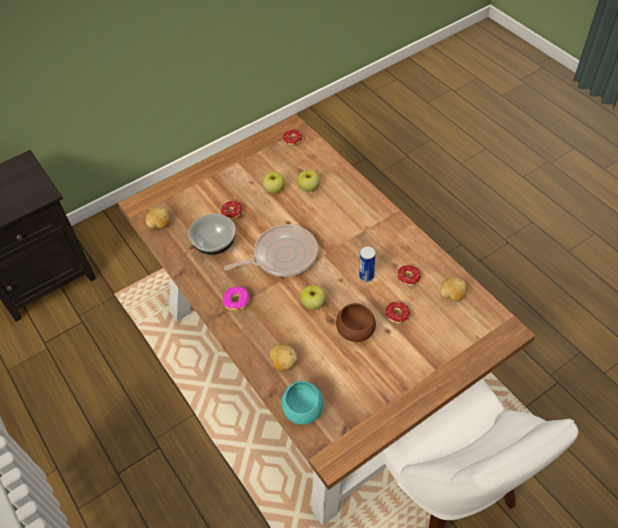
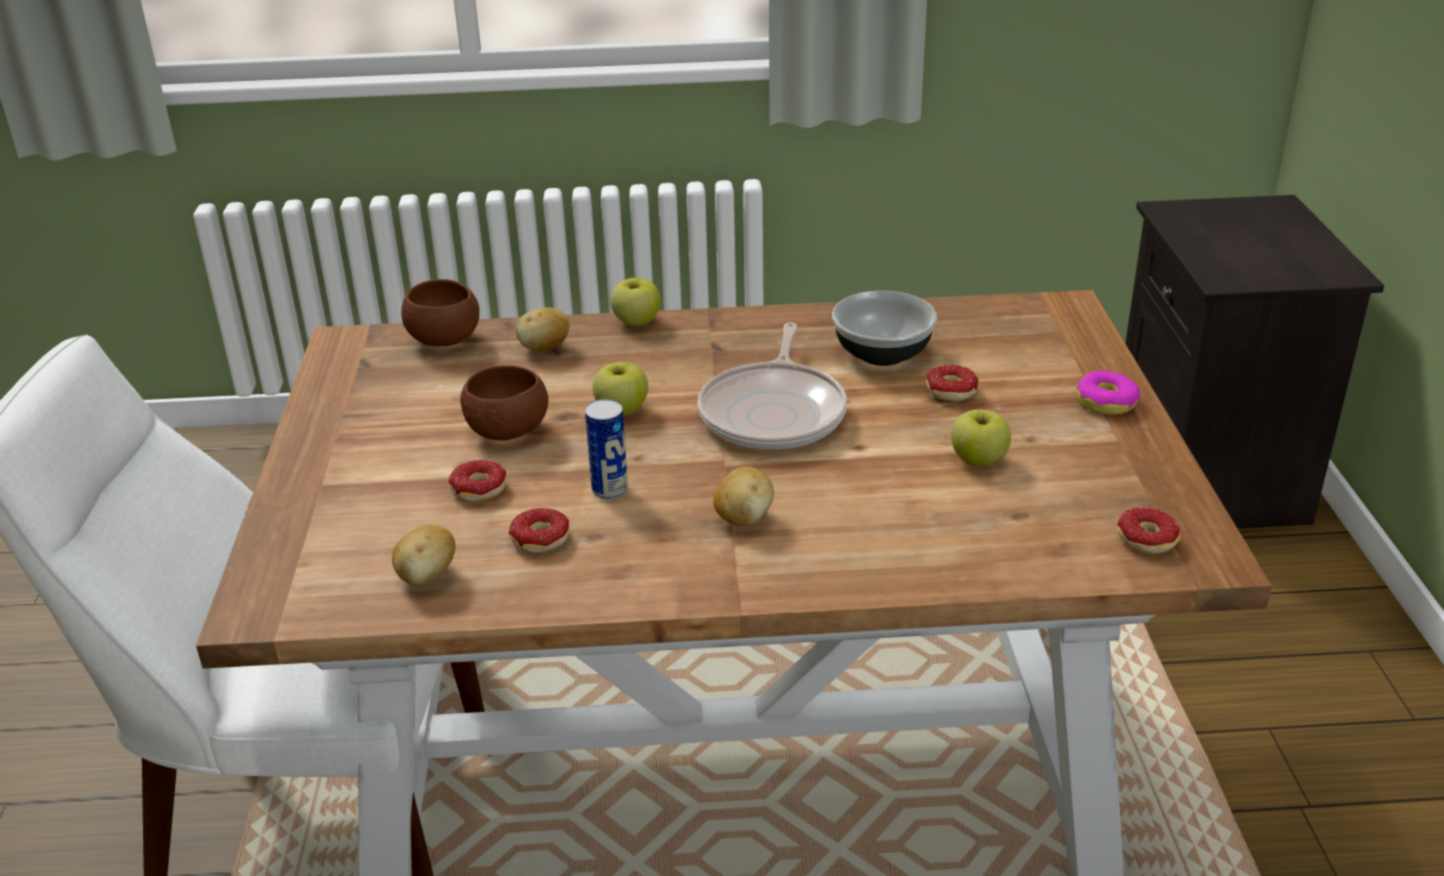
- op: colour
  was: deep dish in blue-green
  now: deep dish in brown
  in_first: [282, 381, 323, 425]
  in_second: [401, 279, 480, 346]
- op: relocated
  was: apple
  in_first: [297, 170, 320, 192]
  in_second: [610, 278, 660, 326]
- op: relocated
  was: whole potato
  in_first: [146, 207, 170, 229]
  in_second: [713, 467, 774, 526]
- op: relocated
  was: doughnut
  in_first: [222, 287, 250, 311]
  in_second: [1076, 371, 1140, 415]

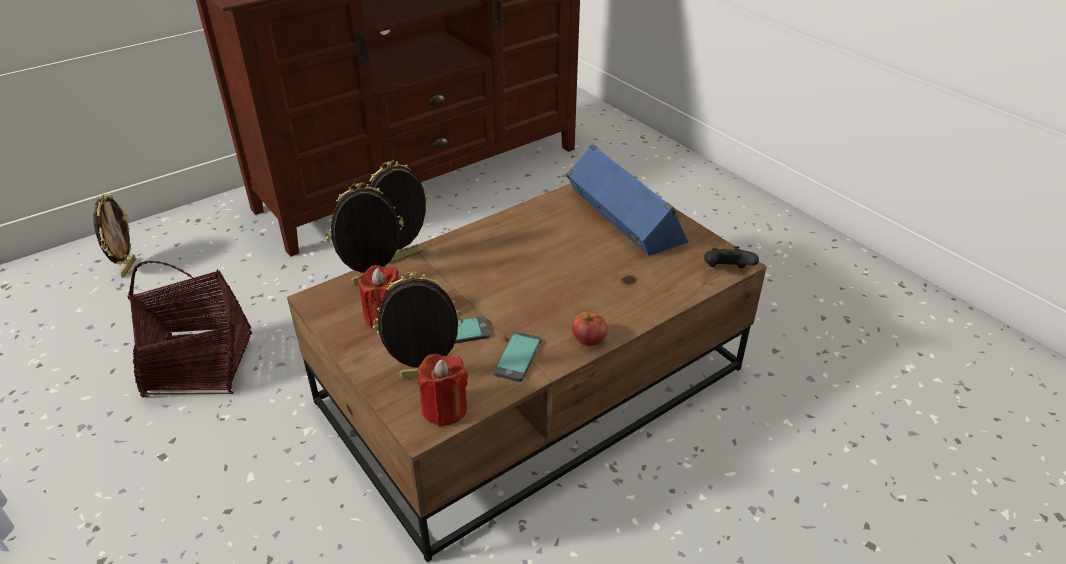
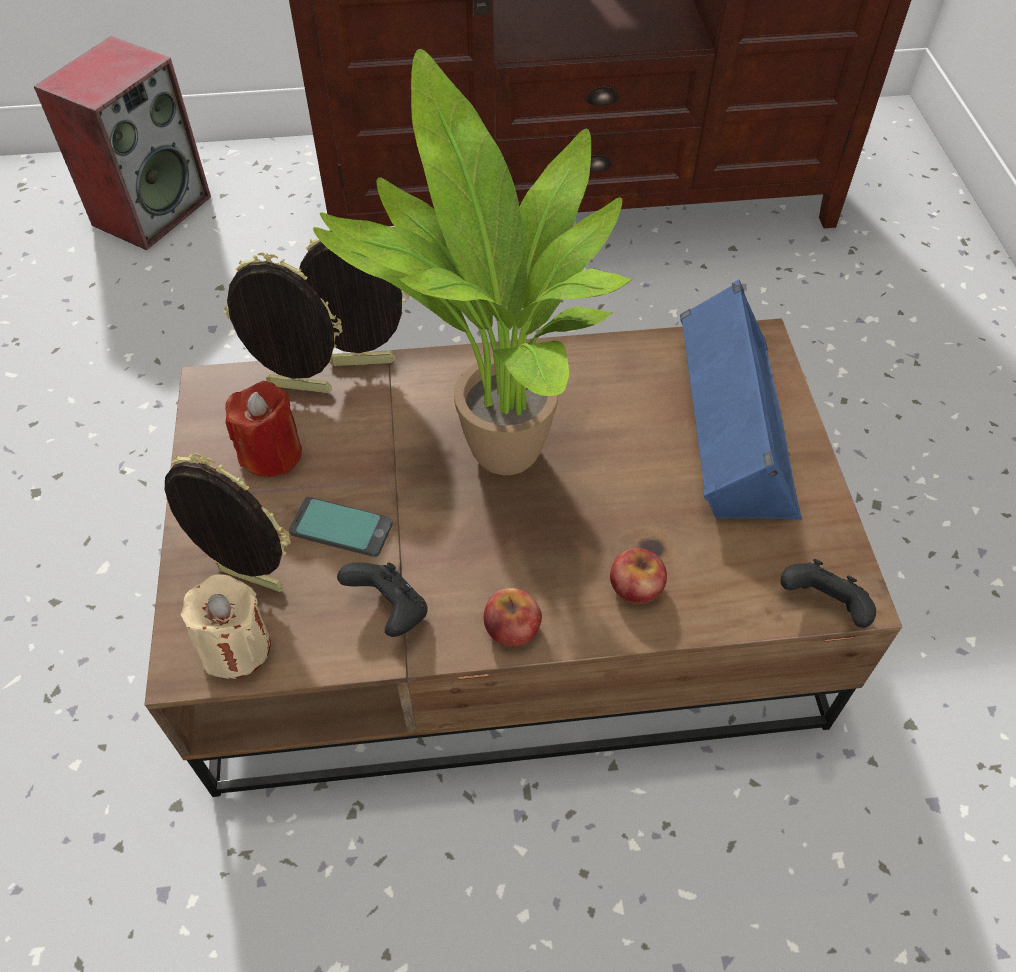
- op: exchanged
  was: photo frame
  now: loudspeaker
  in_first: [93, 194, 136, 278]
  in_second: [34, 36, 211, 250]
- op: colour
  was: wax candle in red
  now: wax candle in beige-coloured
  in_first: [417, 354, 468, 427]
  in_second: [180, 574, 271, 679]
- op: appeared
  now: plant in a pot
  in_second: [313, 49, 634, 475]
- op: exchanged
  was: phone
  now: joypad in black-coloured
  in_first: [493, 331, 541, 382]
  in_second: [337, 562, 428, 637]
- op: appeared
  now: apple
  in_second: [610, 548, 667, 604]
- op: missing
  was: basket
  in_first: [127, 261, 252, 398]

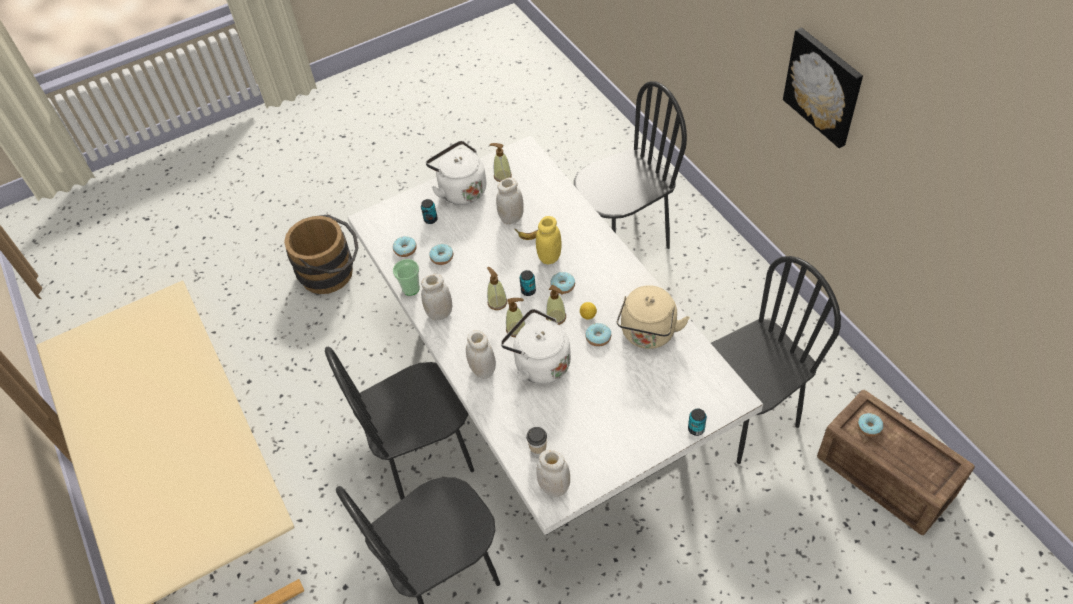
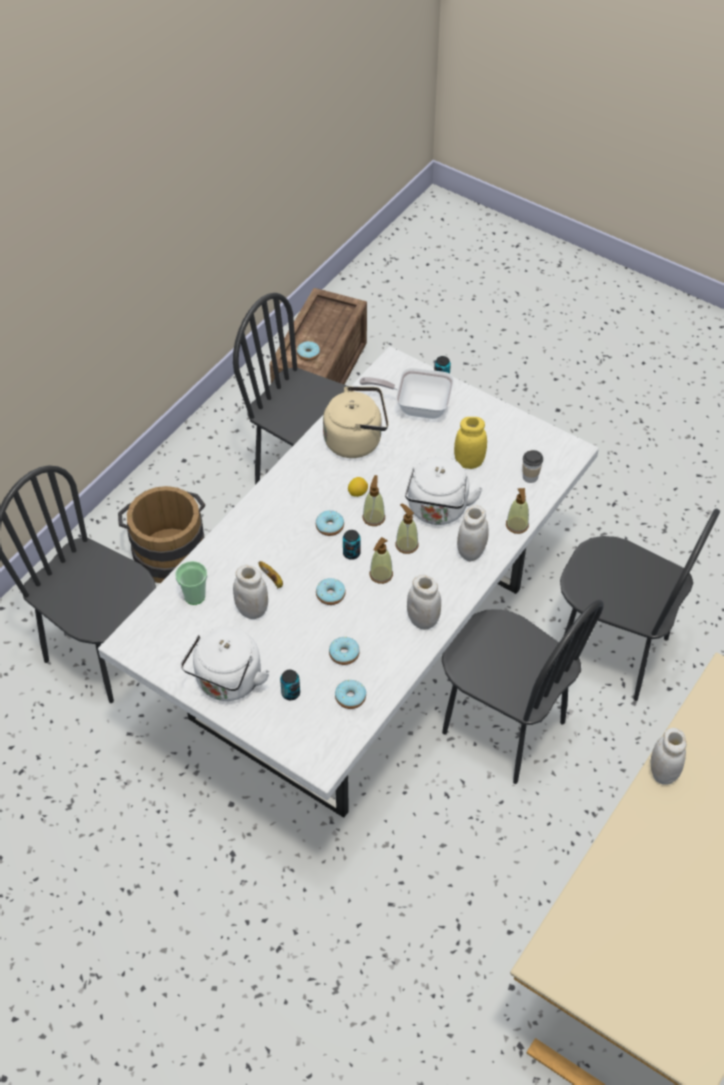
- op: relocated
  was: water bucket in brown
  in_first: [284, 214, 358, 294]
  in_second: [118, 486, 205, 583]
- op: relocated
  was: small cup
  in_first: [393, 259, 420, 296]
  in_second: [175, 561, 207, 605]
- op: relocated
  was: doughnut
  in_first: [585, 323, 611, 347]
  in_second: [316, 578, 346, 605]
- op: appeared
  now: skillet
  in_second: [359, 368, 454, 419]
- op: relocated
  was: preserve jar in yellow-coloured
  in_first: [536, 216, 562, 264]
  in_second: [454, 417, 487, 469]
- op: relocated
  was: liquid soap bottle
  in_first: [490, 143, 512, 182]
  in_second: [506, 488, 529, 534]
- op: relocated
  was: preserve jar in white
  in_first: [536, 449, 570, 497]
  in_second: [650, 728, 686, 785]
- op: missing
  was: wall picture
  in_first: [783, 27, 863, 148]

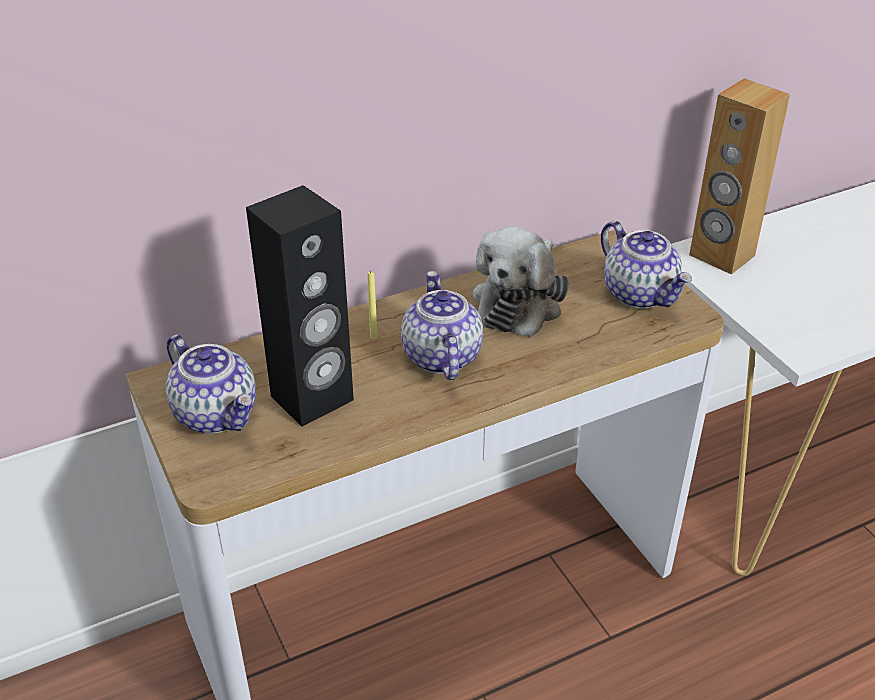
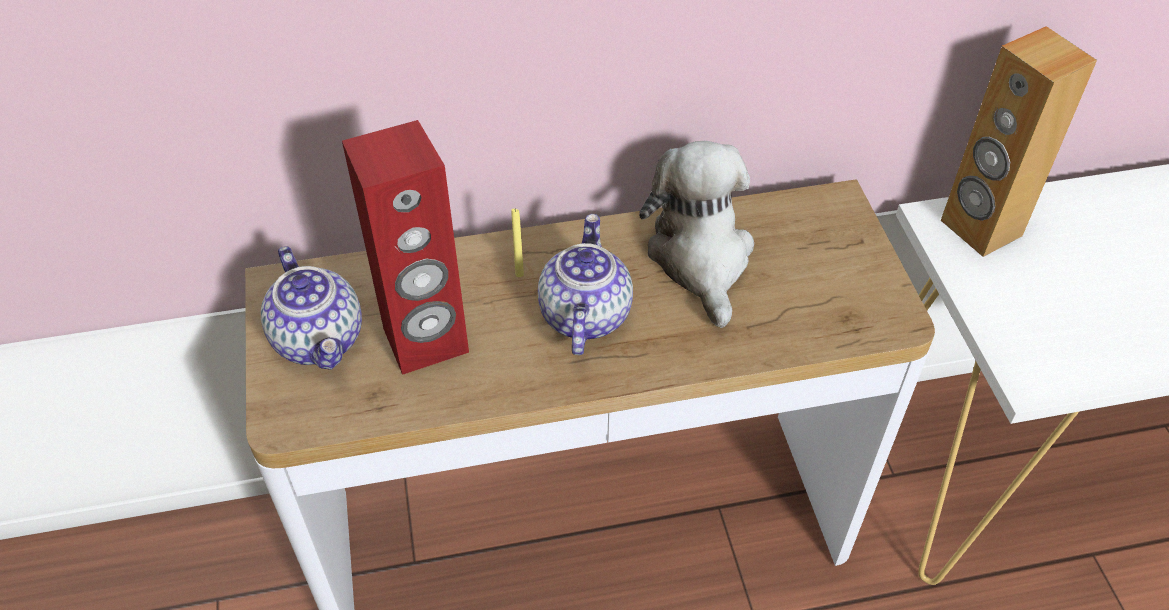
- op: colour
  was: loudspeaker in black-coloured
  now: loudspeaker in red
  in_first: [246, 185, 354, 427]
  in_second: [342, 120, 469, 375]
- op: spun
  was: cuddly toy
  in_first: [473, 227, 569, 337]
  in_second: [639, 141, 754, 328]
  clockwise: 135
- op: missing
  was: teapot
  in_first: [601, 221, 692, 309]

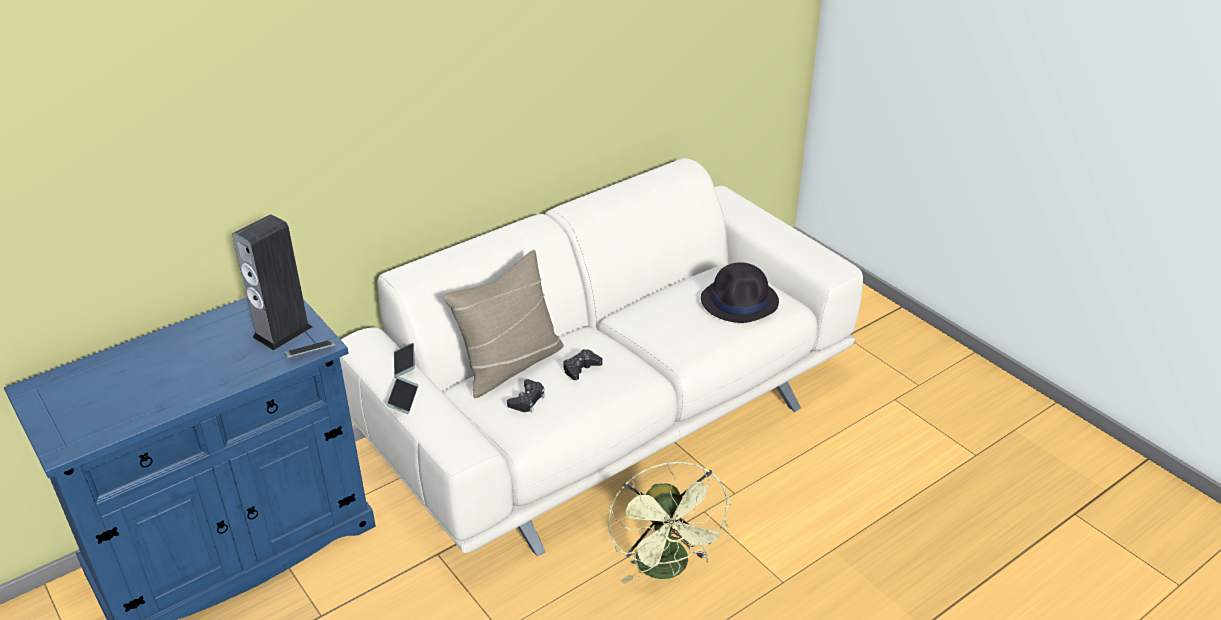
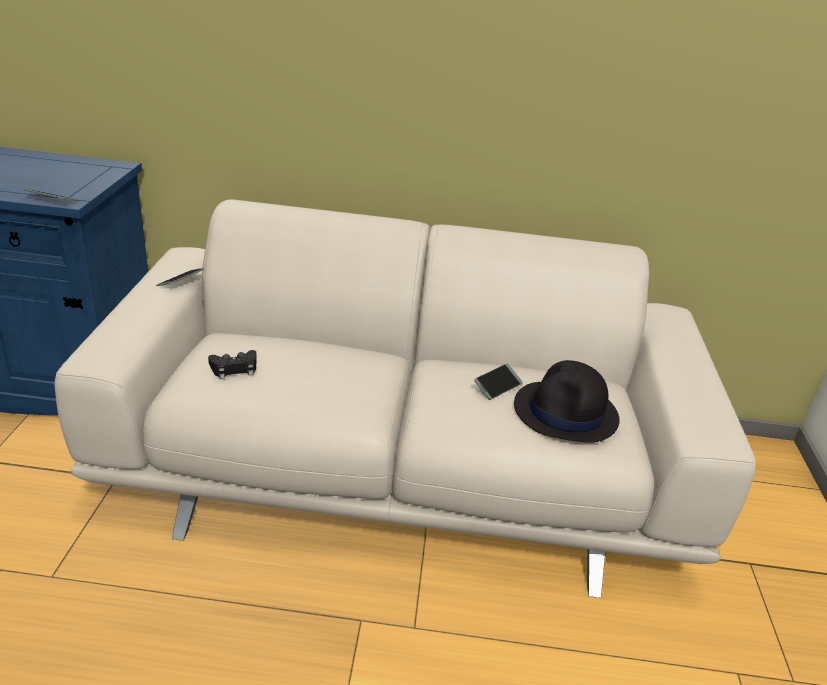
- op: relocated
  was: phone
  in_first: [387, 376, 418, 414]
  in_second: [474, 364, 523, 400]
- op: missing
  was: loudspeaker
  in_first: [232, 214, 312, 351]
- op: missing
  was: cushion in beige-coloured
  in_first: [444, 250, 564, 398]
- op: missing
  was: joypad in black-coloured
  in_first: [563, 349, 603, 380]
- op: missing
  was: fan in greenish
  in_first: [608, 462, 731, 584]

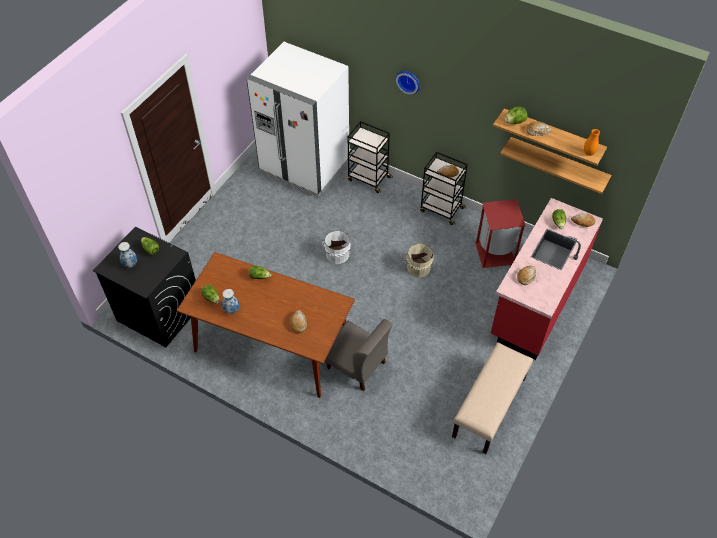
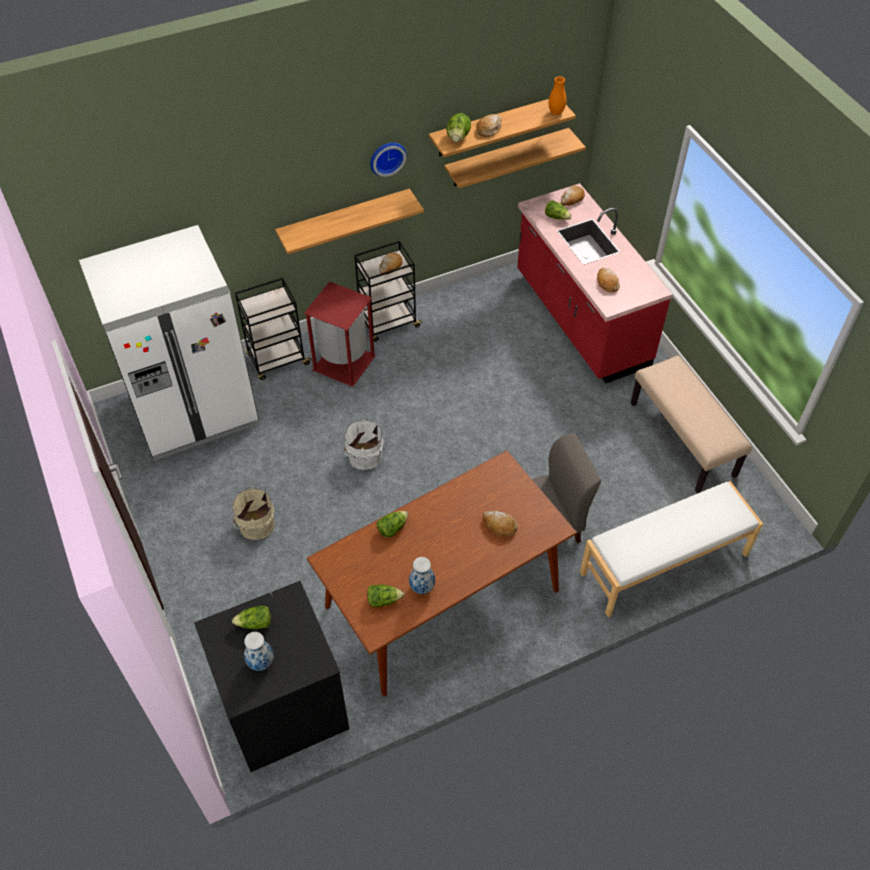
- op: relocated
  was: water bucket in beige-coloured
  in_first: [404, 243, 434, 278]
  in_second: [232, 487, 275, 540]
- op: appeared
  now: shelf
  in_second: [275, 189, 424, 254]
- op: relocated
  was: trash can in red
  in_first: [475, 199, 526, 268]
  in_second: [304, 281, 376, 387]
- op: relocated
  was: wall clock
  in_first: [396, 71, 420, 95]
  in_second: [370, 142, 407, 177]
- op: appeared
  now: indoor bench in white
  in_second: [580, 481, 763, 617]

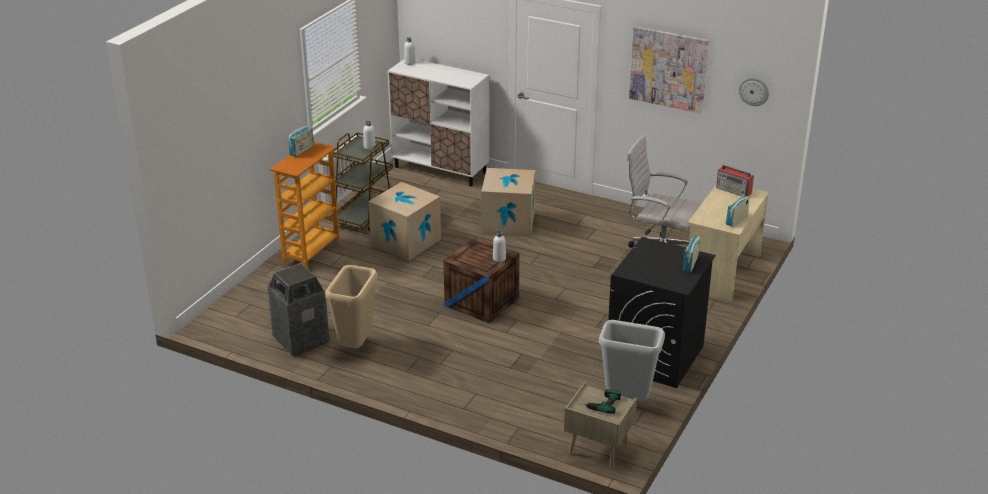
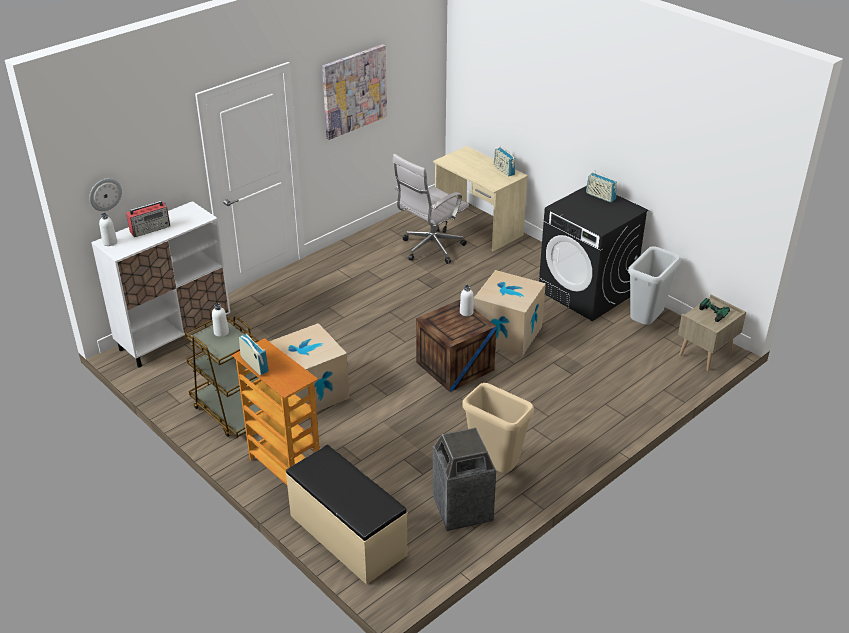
- op: relocated
  was: wall clock
  in_first: [739, 77, 769, 106]
  in_second: [89, 178, 122, 211]
- op: relocated
  was: radio
  in_first: [716, 165, 754, 196]
  in_second: [126, 201, 170, 237]
- op: appeared
  now: indoor bench in beige-coloured
  in_second: [286, 445, 408, 585]
- op: relocated
  was: carton
  in_first: [481, 168, 535, 237]
  in_second: [473, 270, 546, 357]

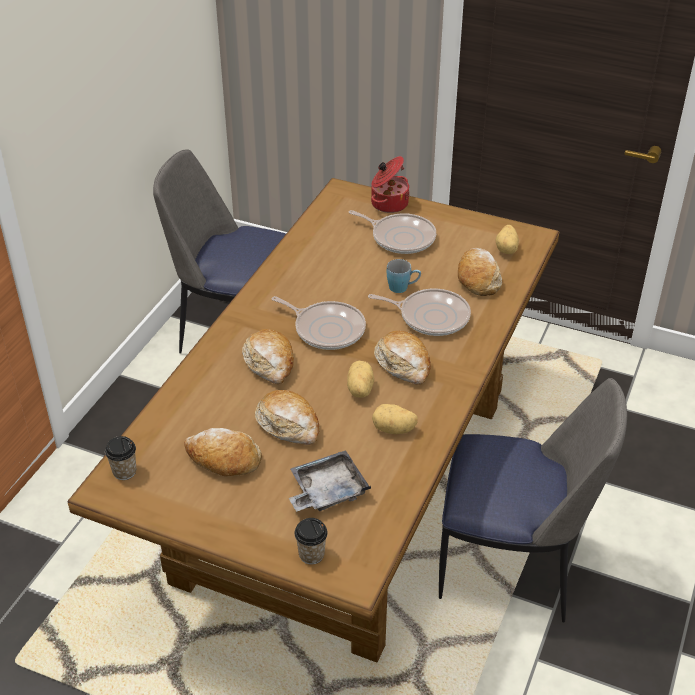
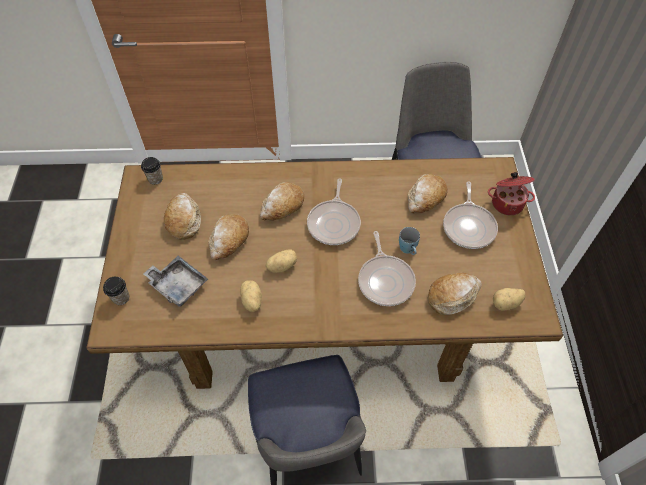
- op: relocated
  was: baked bread
  in_first: [374, 331, 431, 385]
  in_second: [408, 174, 448, 213]

